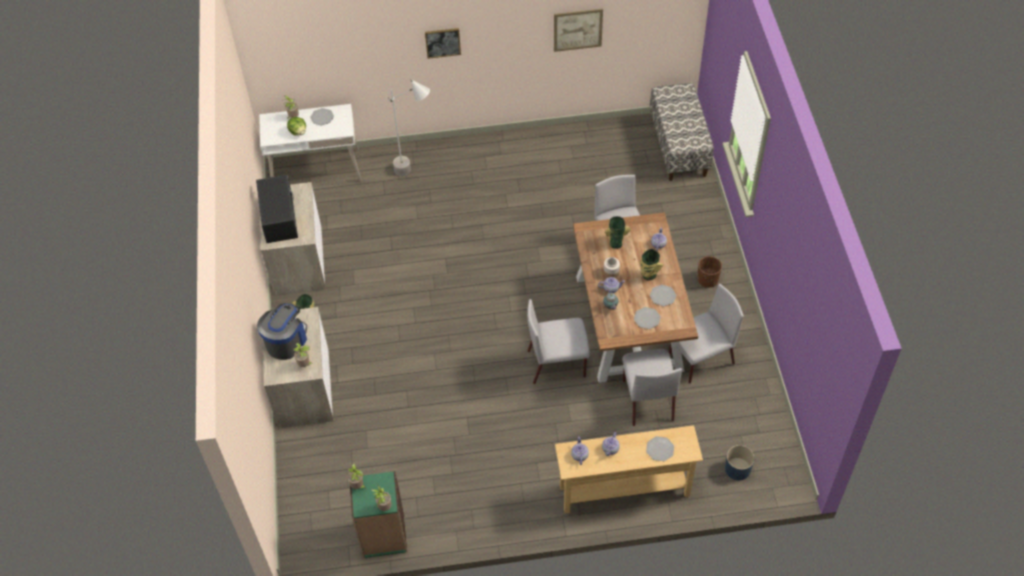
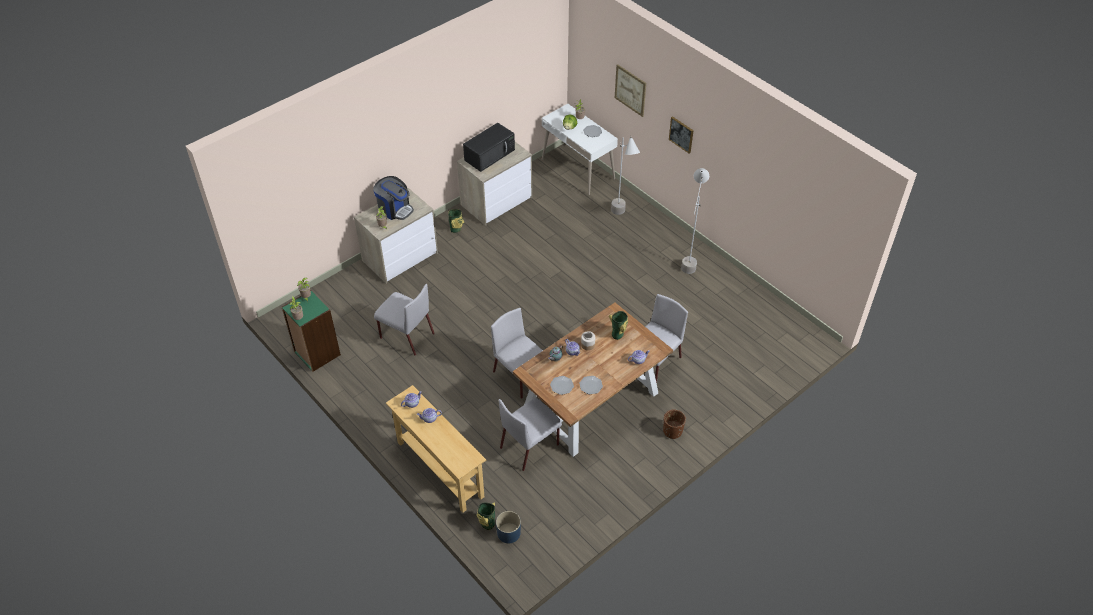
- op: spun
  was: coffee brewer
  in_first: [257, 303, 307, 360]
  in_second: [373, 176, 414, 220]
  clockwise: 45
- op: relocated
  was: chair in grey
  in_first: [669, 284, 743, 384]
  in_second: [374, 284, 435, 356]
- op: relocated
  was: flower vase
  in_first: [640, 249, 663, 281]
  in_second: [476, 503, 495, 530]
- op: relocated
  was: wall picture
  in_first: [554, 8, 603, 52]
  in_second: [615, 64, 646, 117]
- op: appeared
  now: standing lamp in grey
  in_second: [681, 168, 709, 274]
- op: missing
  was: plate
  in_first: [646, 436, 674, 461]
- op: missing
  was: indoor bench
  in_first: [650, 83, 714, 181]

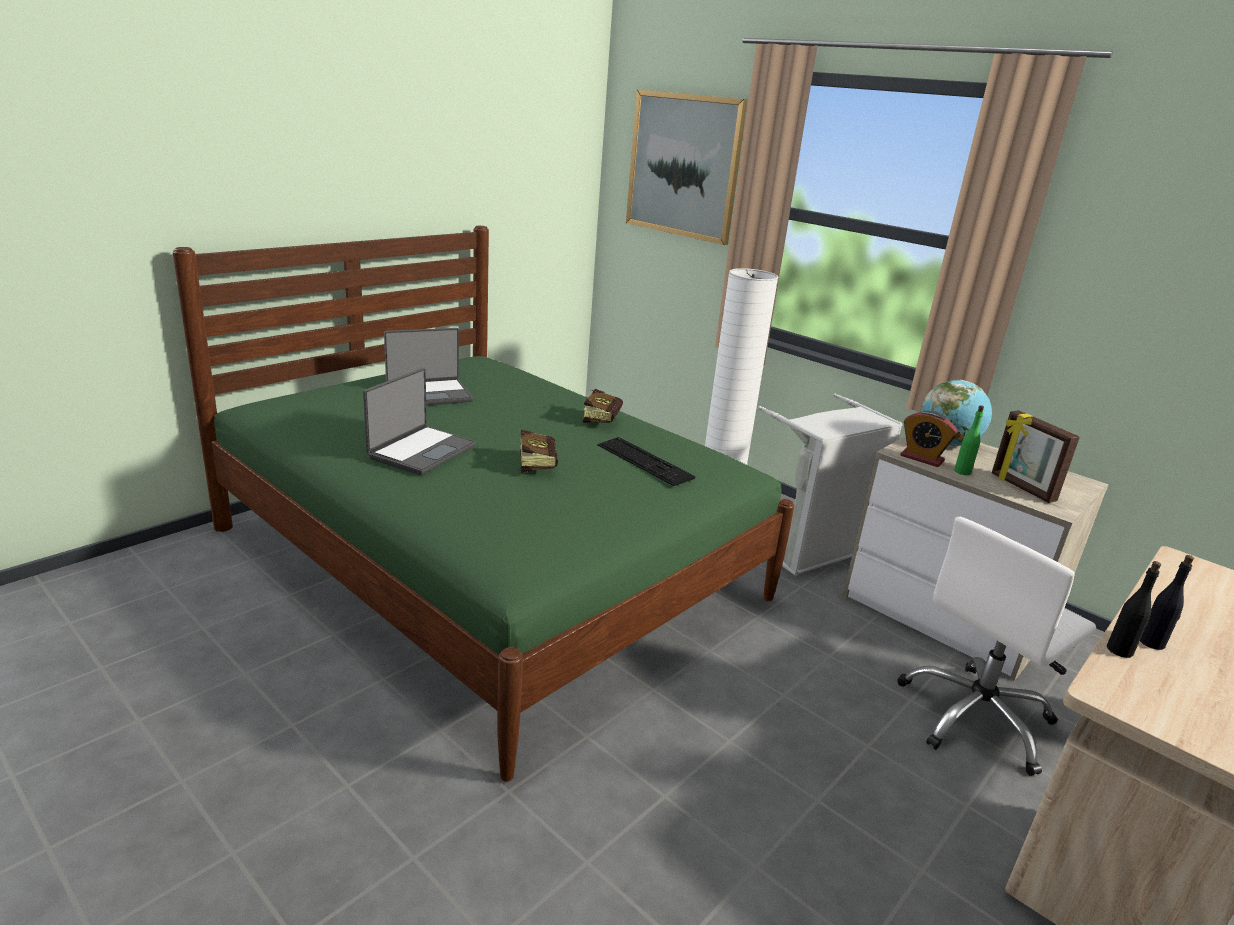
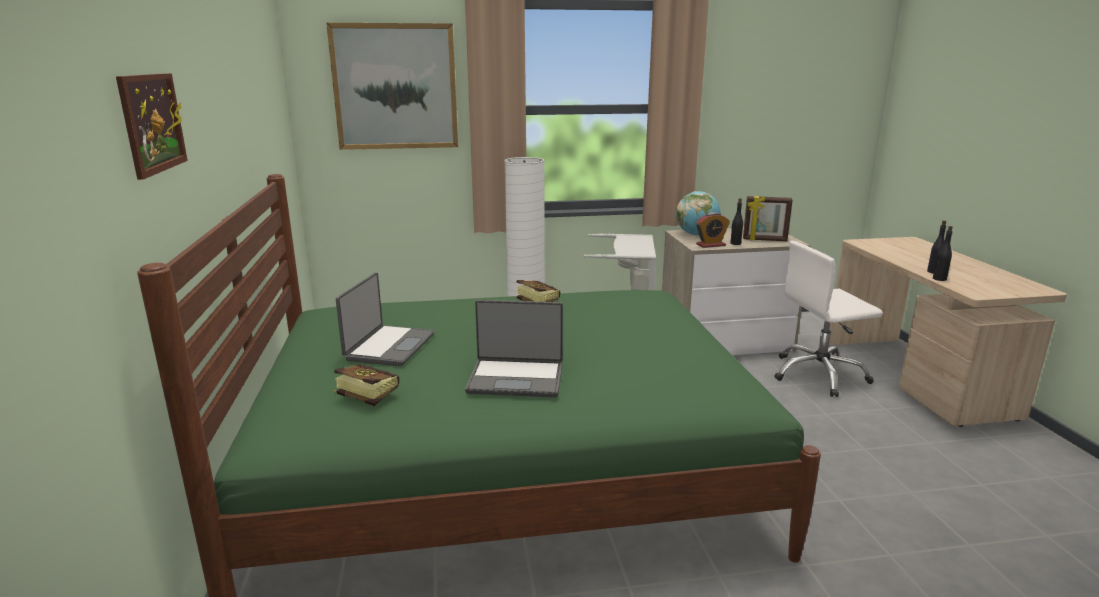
- op: appeared
  now: wall picture
  in_second: [116, 73, 188, 180]
- op: relocated
  was: bound book
  in_first: [519, 430, 558, 473]
  in_second: [334, 364, 399, 406]
- op: spun
  was: portable computer
  in_first: [363, 368, 476, 475]
  in_second: [465, 300, 563, 397]
  clockwise: 120
- op: colour
  was: bottle in greenish
  now: bottle in black-coloured
  in_first: [954, 405, 984, 475]
  in_second: [730, 198, 743, 245]
- op: spun
  was: computer chair in white
  in_first: [897, 517, 1096, 776]
  in_second: [774, 241, 883, 397]
  clockwise: 75
- op: missing
  was: computer keyboard
  in_first: [597, 437, 695, 486]

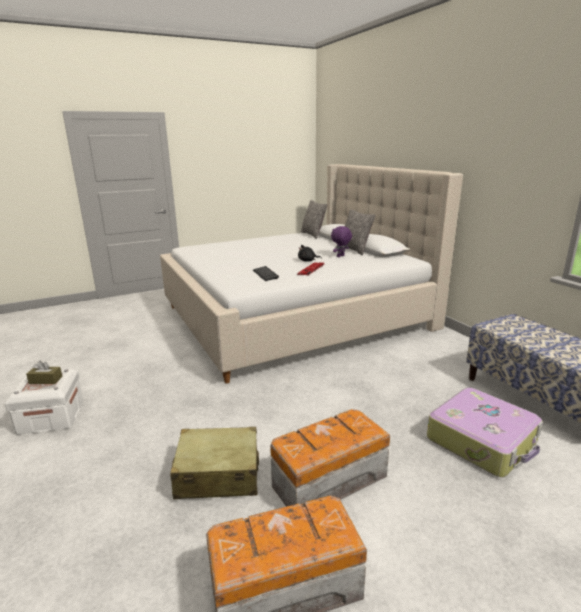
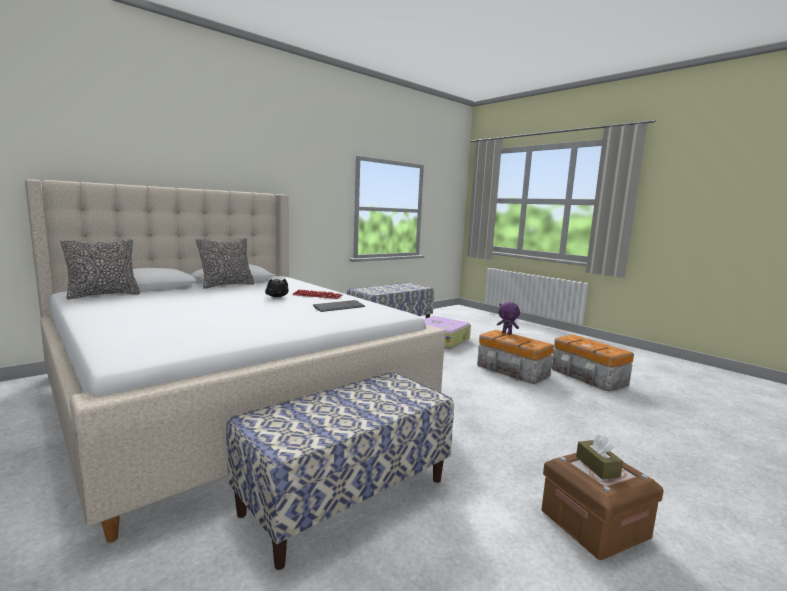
- op: appeared
  now: indoor bench
  in_second: [226, 372, 454, 570]
- op: relocated
  was: cuddly toy in purple-coloured
  in_first: [331, 226, 352, 257]
  in_second: [497, 302, 520, 334]
- op: colour
  was: storage box in white
  now: storage box in brown
  in_first: [5, 369, 83, 435]
  in_second: [542, 453, 664, 560]
- op: missing
  was: piece of luggage in beige-coloured
  in_first: [170, 427, 259, 499]

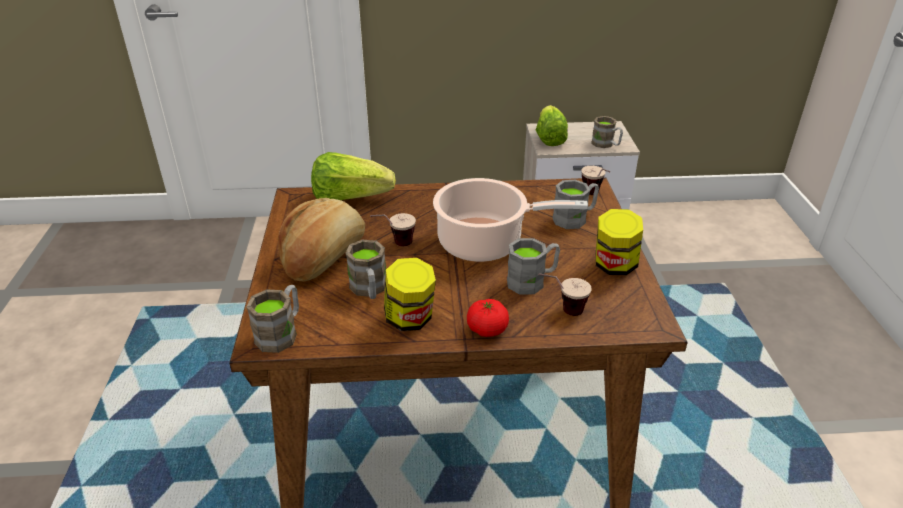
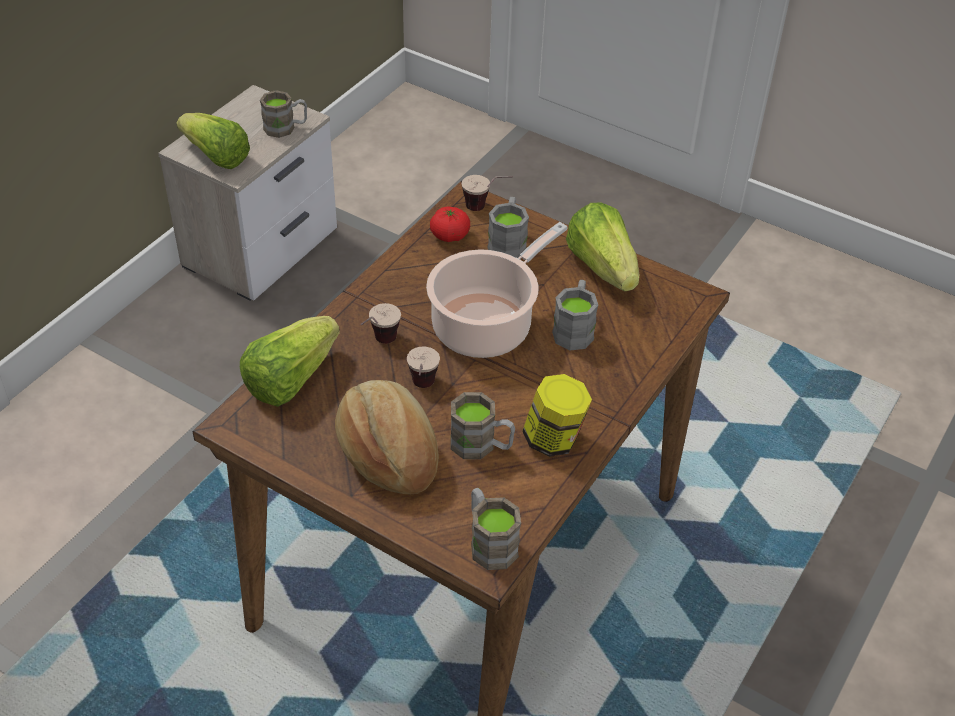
- op: relocated
  was: small cup
  in_first: [538, 273, 592, 316]
  in_second: [360, 303, 401, 344]
- op: relocated
  was: tomato
  in_first: [467, 299, 509, 337]
  in_second: [430, 206, 470, 242]
- op: exchanged
  was: preserve jar
  now: lettuce head
  in_first: [596, 209, 643, 275]
  in_second: [566, 202, 639, 291]

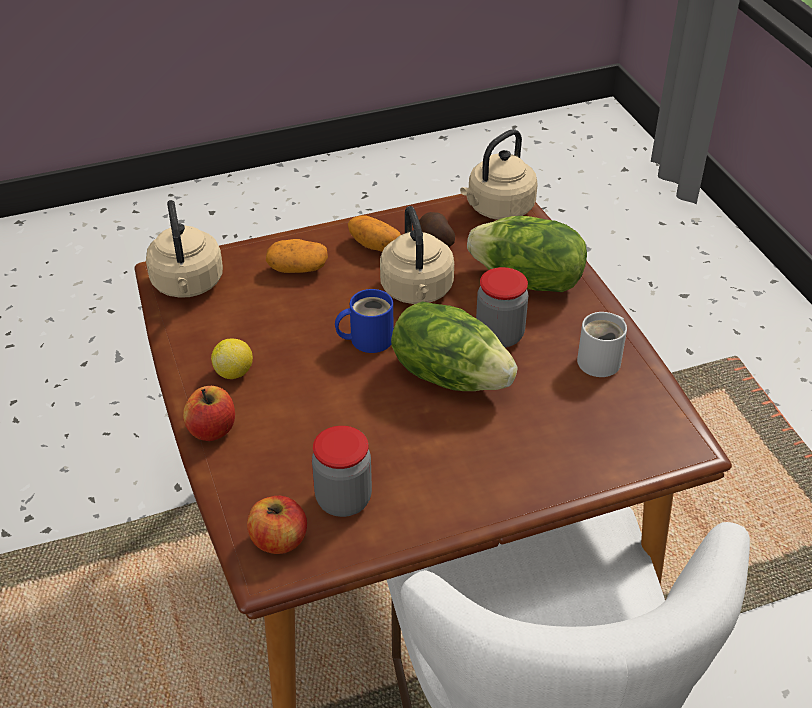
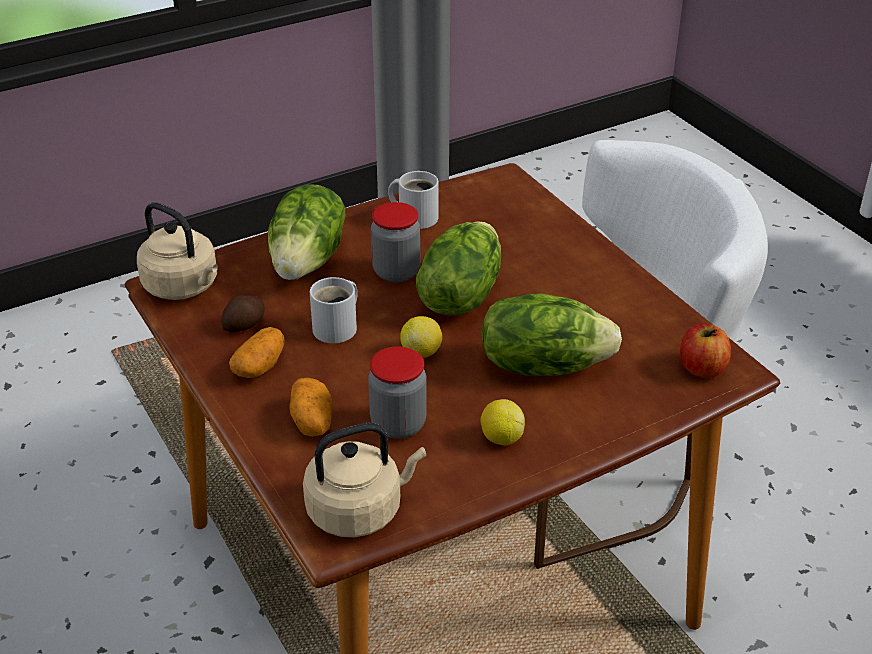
- op: exchanged
  was: kettle in beige-coloured
  now: tea mug in white
  in_first: [380, 206, 454, 304]
  in_second: [310, 277, 358, 344]
- op: relocated
  was: preserve jar
  in_first: [312, 426, 372, 517]
  in_second: [368, 347, 427, 439]
- op: exchanged
  was: tea mug in blue-coloured
  now: whole lemon
  in_first: [335, 289, 393, 353]
  in_second: [400, 316, 442, 358]
- op: appeared
  now: lettuce head
  in_second: [481, 293, 622, 376]
- op: missing
  was: apple
  in_first: [183, 386, 235, 441]

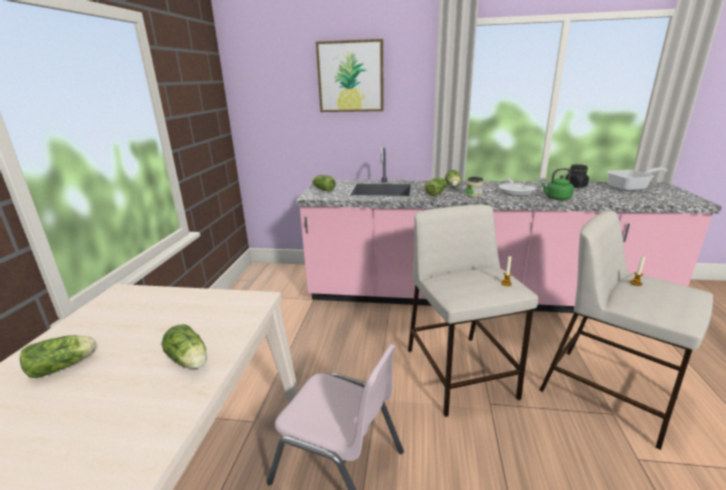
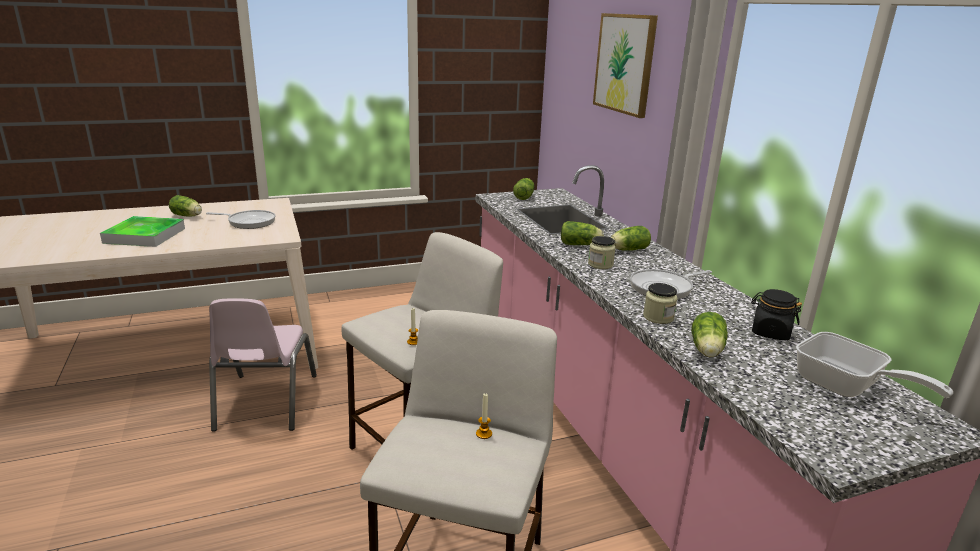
- op: appeared
  now: tray
  in_second: [100, 216, 185, 247]
- op: appeared
  now: skillet
  in_second: [206, 210, 276, 229]
- op: exchanged
  was: kettle in greenish
  now: preserve jar
  in_first: [541, 168, 574, 200]
  in_second: [643, 283, 678, 324]
- op: relocated
  was: lettuce head
  in_first: [162, 324, 207, 369]
  in_second: [691, 312, 728, 357]

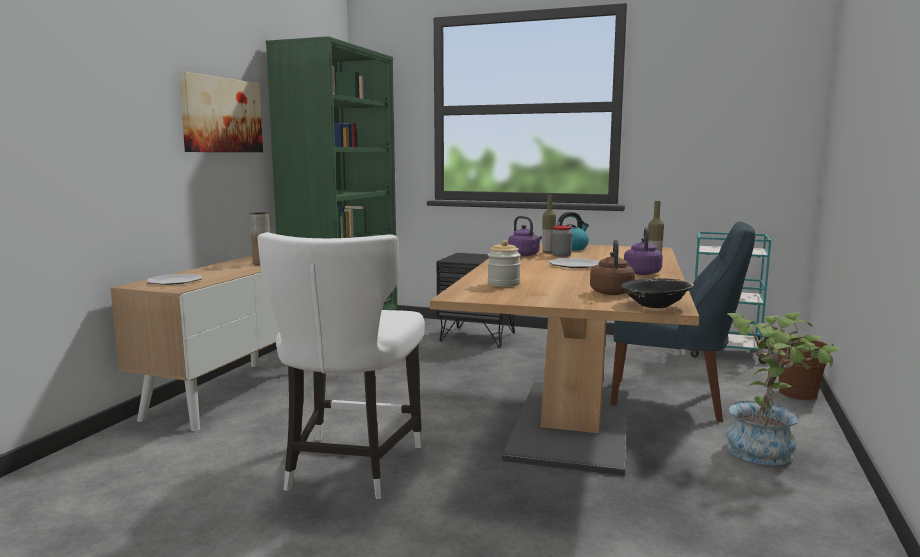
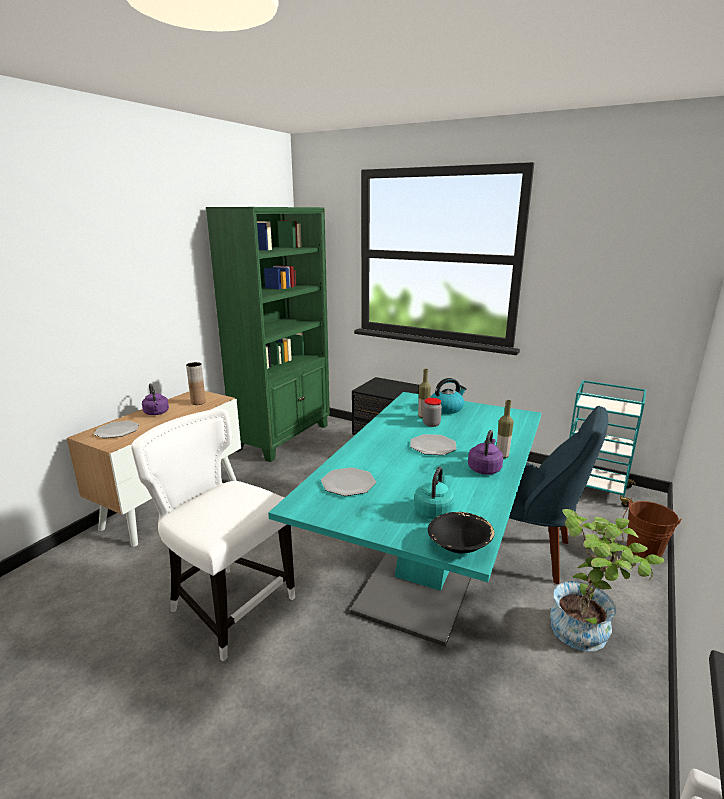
- op: spun
  was: chair in white
  in_first: [257, 232, 425, 499]
  in_second: [131, 409, 295, 662]
  clockwise: 105
- op: relocated
  was: kettle in purple-coloured
  in_first: [508, 216, 542, 256]
  in_second: [142, 383, 169, 415]
- op: colour
  was: dining table in brown
  now: dining table in blue-green
  in_first: [430, 243, 699, 475]
  in_second: [268, 392, 541, 647]
- op: exchanged
  was: preserve jar
  now: plate
  in_first: [488, 240, 521, 287]
  in_second: [321, 467, 376, 496]
- op: colour
  was: kettle in brown
  now: kettle in blue-green
  in_first: [590, 239, 635, 295]
  in_second: [414, 467, 454, 519]
- op: missing
  was: wall picture
  in_first: [179, 71, 263, 152]

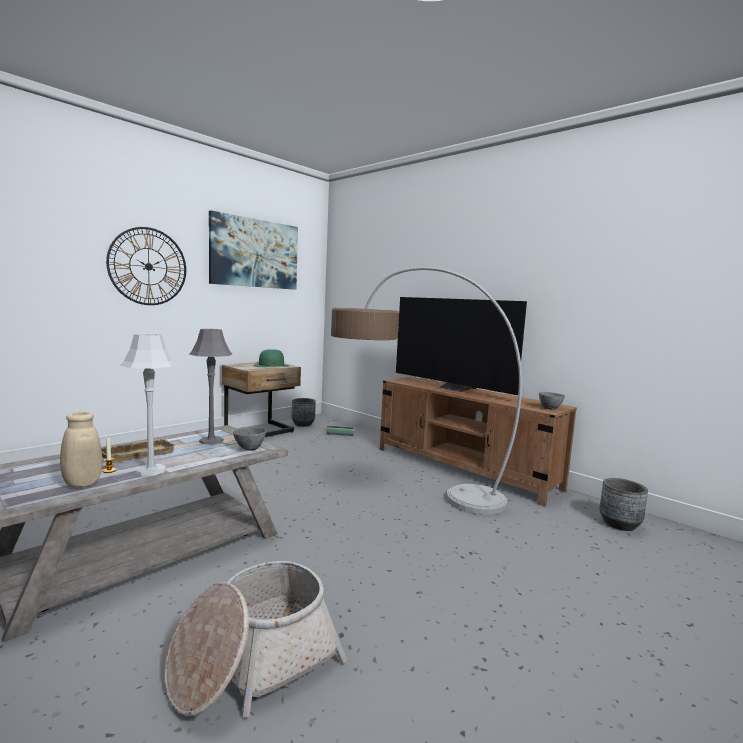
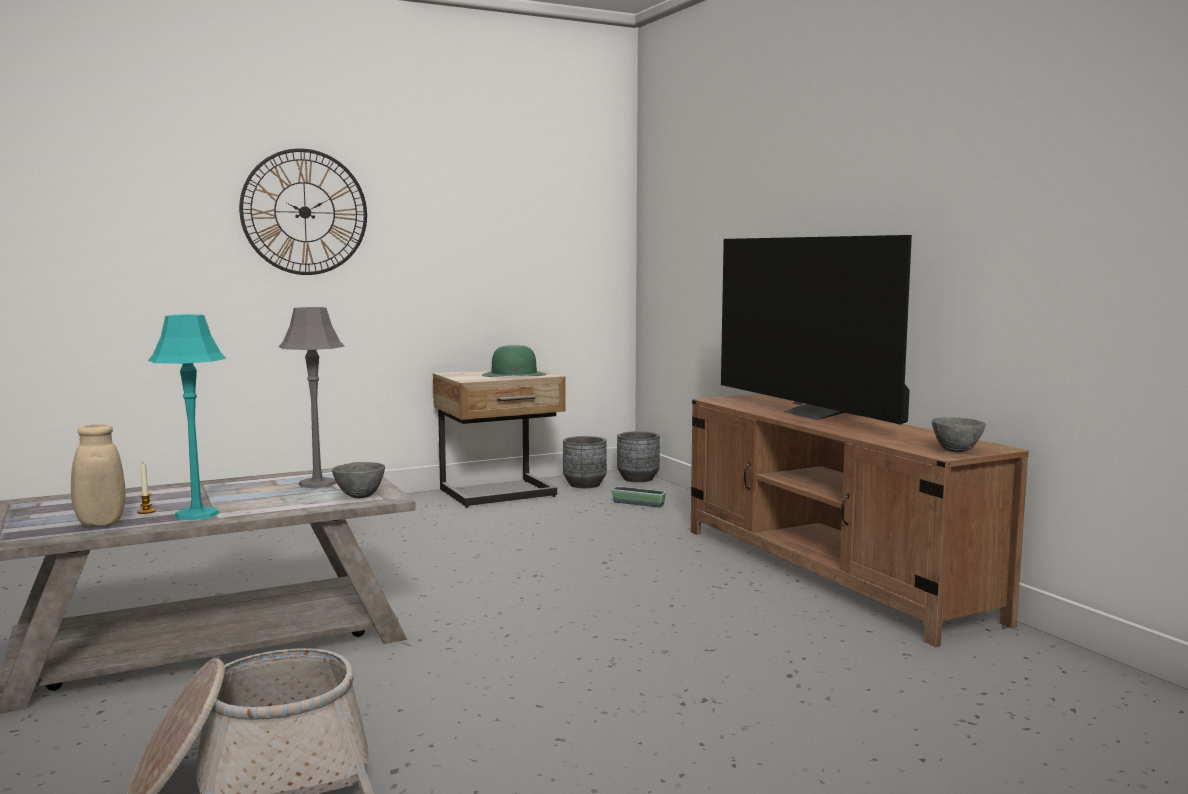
- op: colour
  was: table lamp in grey
  now: table lamp in blue-green
  in_first: [120, 333, 176, 476]
  in_second: [148, 314, 227, 520]
- op: relocated
  was: flower pot in grey
  in_first: [599, 478, 648, 531]
  in_second: [617, 432, 660, 482]
- op: missing
  was: tray in beige-coloured
  in_first: [101, 438, 175, 463]
- op: missing
  was: wall picture
  in_first: [209, 210, 298, 290]
- op: missing
  was: standing lamp
  in_first: [331, 267, 522, 515]

